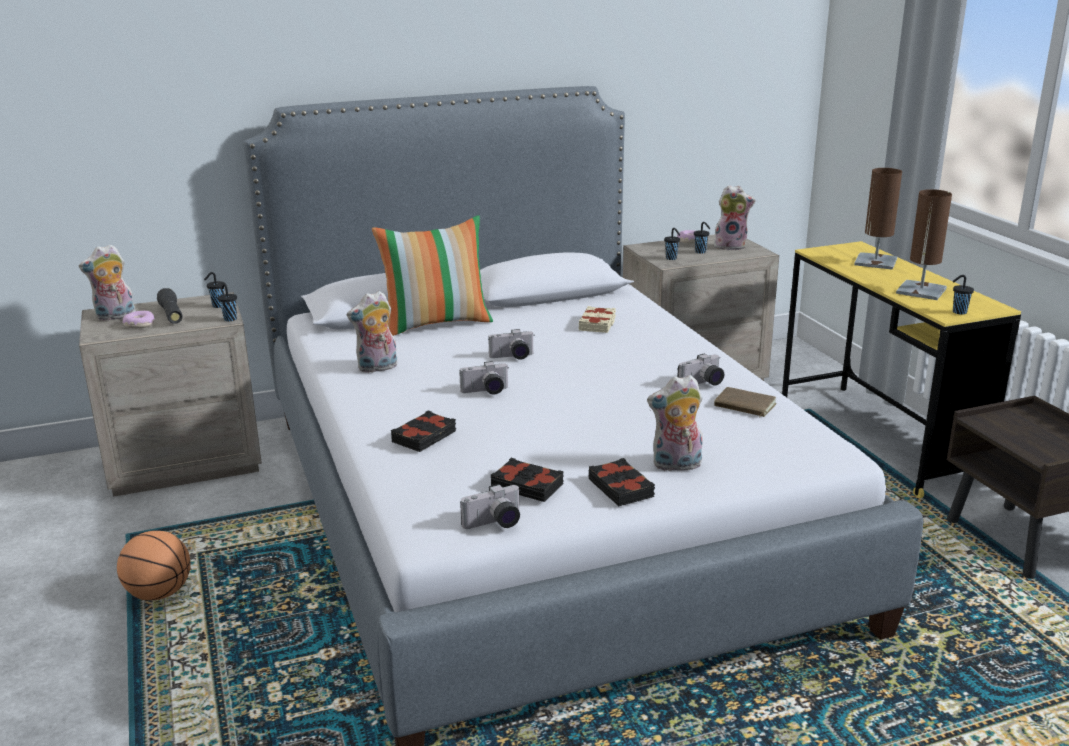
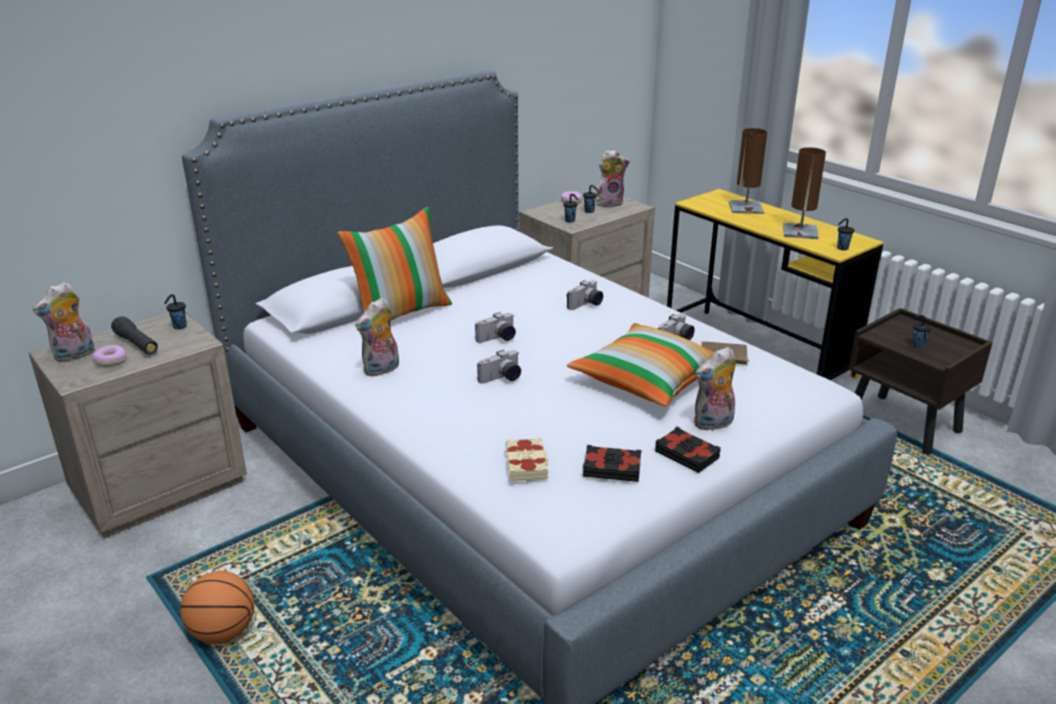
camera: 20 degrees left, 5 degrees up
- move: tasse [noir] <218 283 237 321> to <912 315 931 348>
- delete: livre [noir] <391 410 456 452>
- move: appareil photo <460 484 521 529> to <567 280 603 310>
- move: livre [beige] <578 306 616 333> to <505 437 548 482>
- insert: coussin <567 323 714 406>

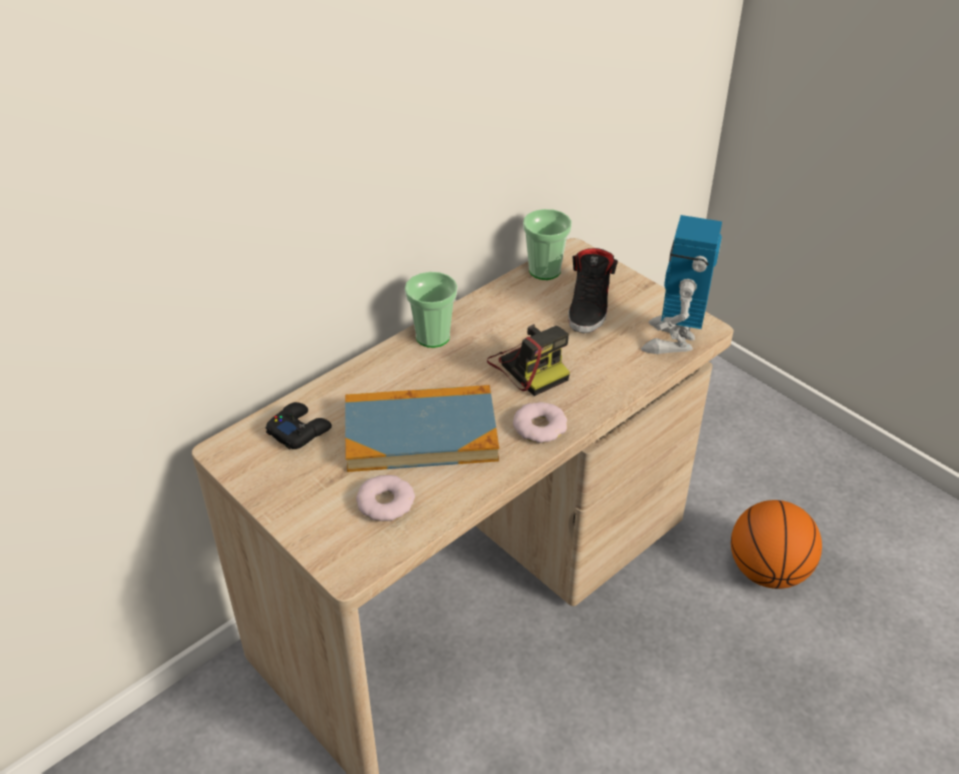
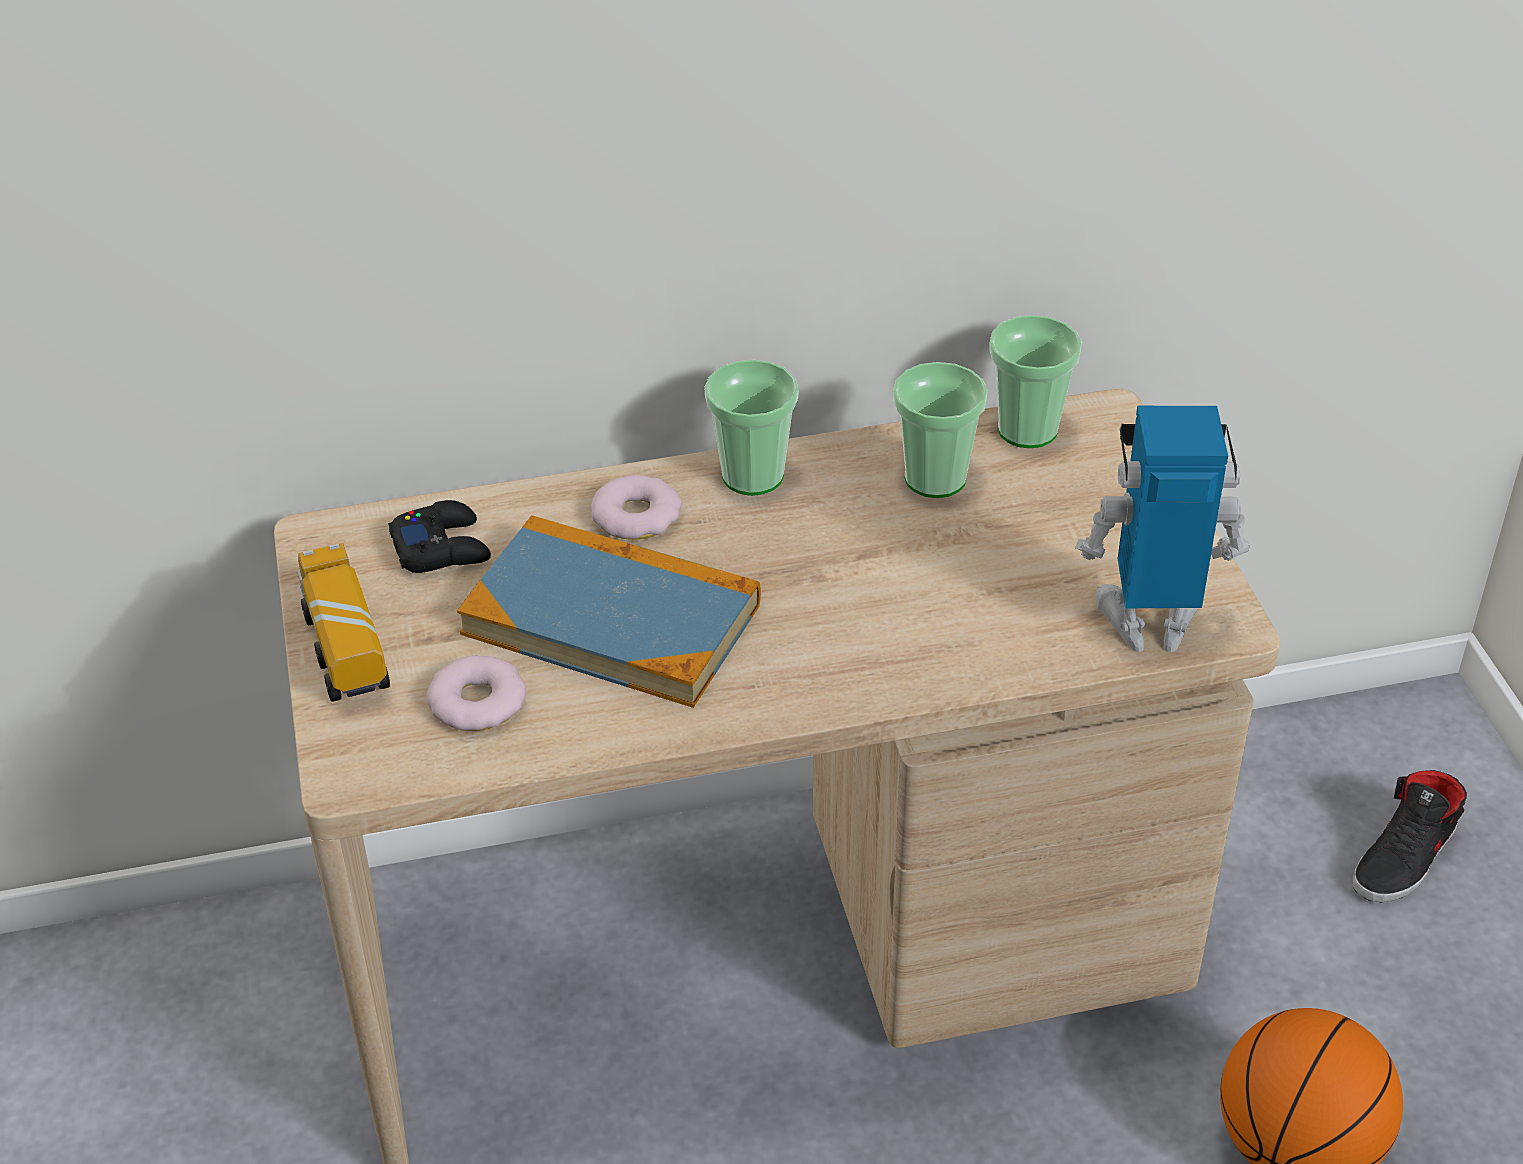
camera: 30 degrees right, 0 degrees up
- delete: appareil photo <487 324 570 396>
- move: beignet <513 402 567 443> to <591 475 682 540>
- move: chaussure [noir] <568 248 618 333> to <1353 770 1467 903>
- rotate: robot jouet <641 215 722 354> = <1075 406 1250 652> 45 degrees clockwise
- insert: camion jouet <297 543 390 702>
- insert: tasse <893 362 987 498>

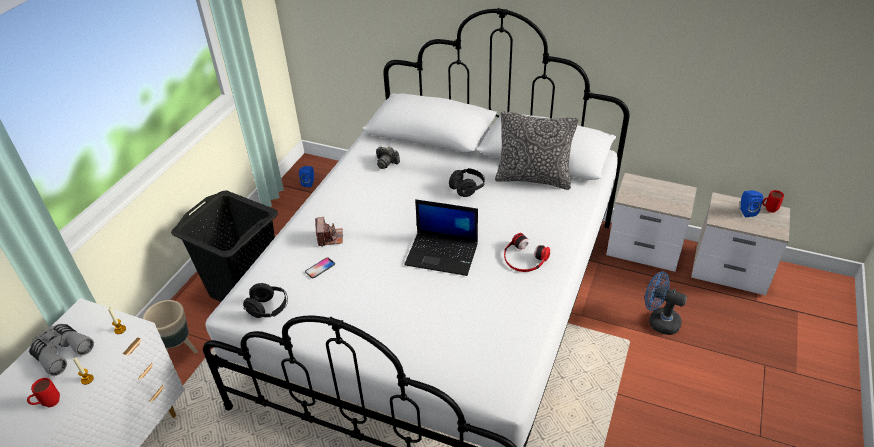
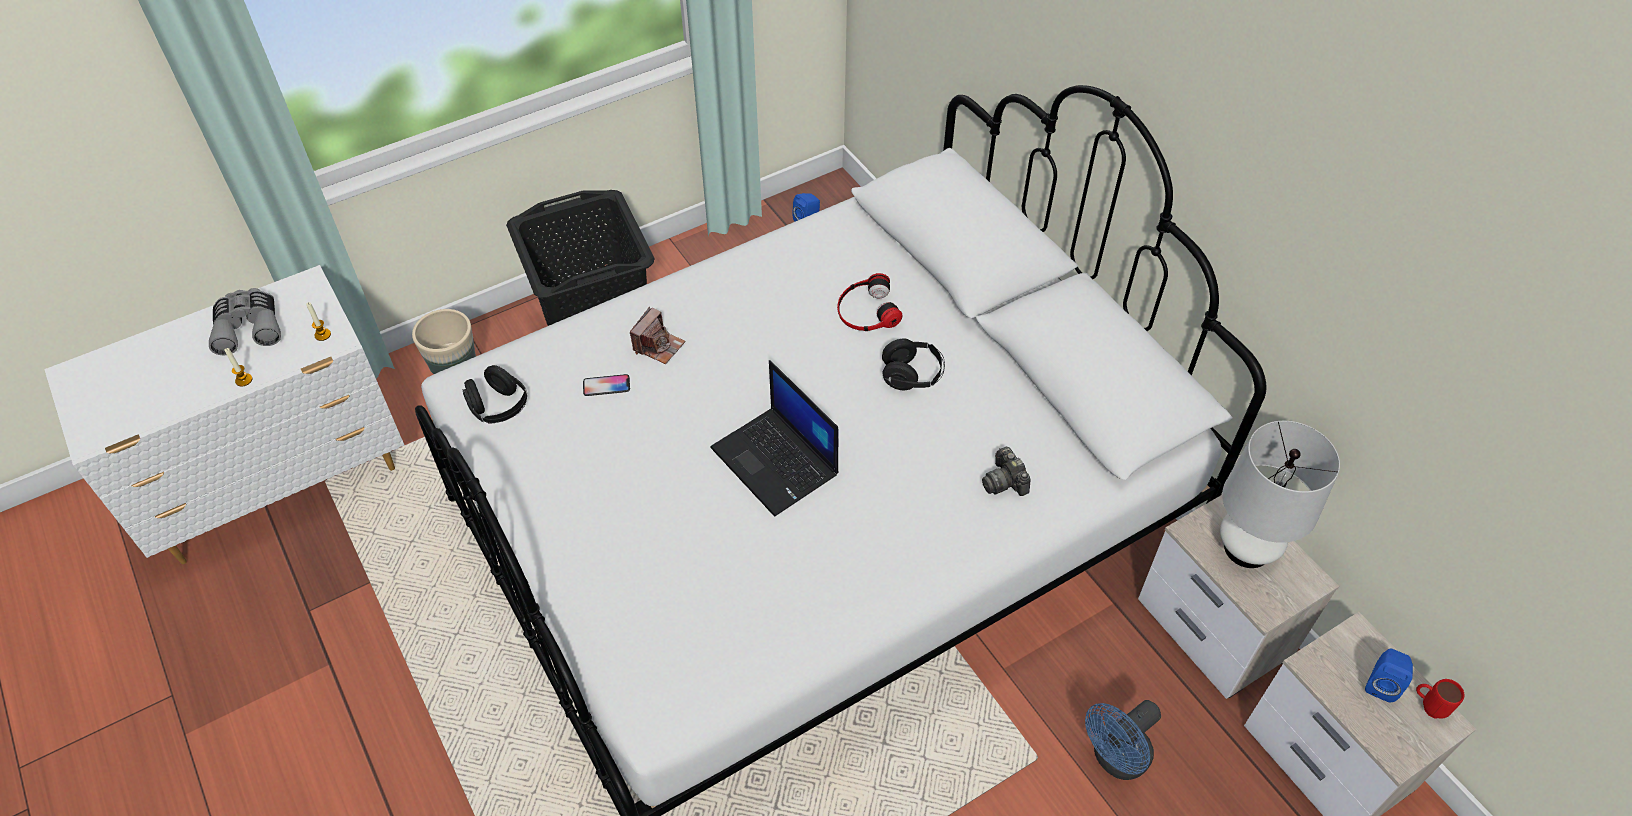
camera: 35 degrees right, 10 degrees up
- delete: mug [rouge] <27 378 60 407>
- move: appareil photo <376 146 400 169> to <982 447 1031 496>
- delete: coussin <495 111 579 190>
- move: casque audio <504 233 550 272> to <837 273 902 331>
- rotate: ventilateur [bleu] <645 271 687 335> = <1085 700 1161 780> 105 degrees counterclockwise
- insert: lampe de table [blanc] <1220 421 1340 568>

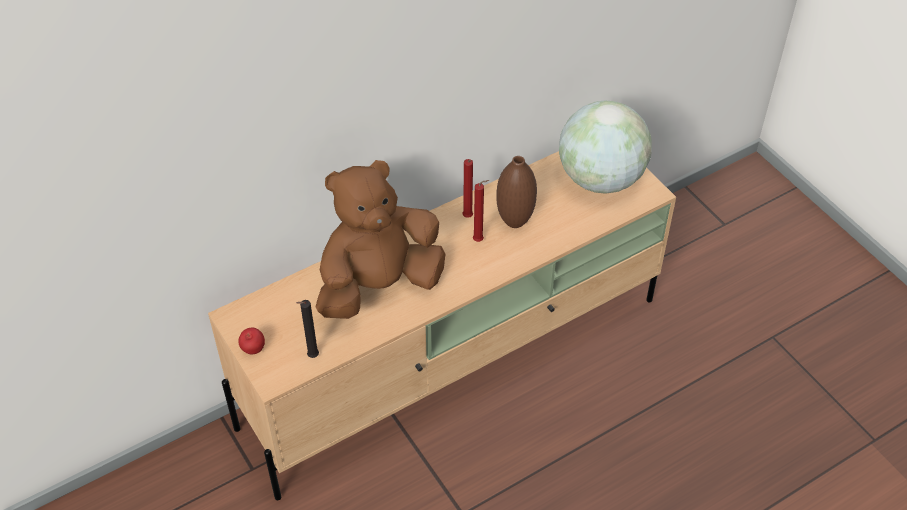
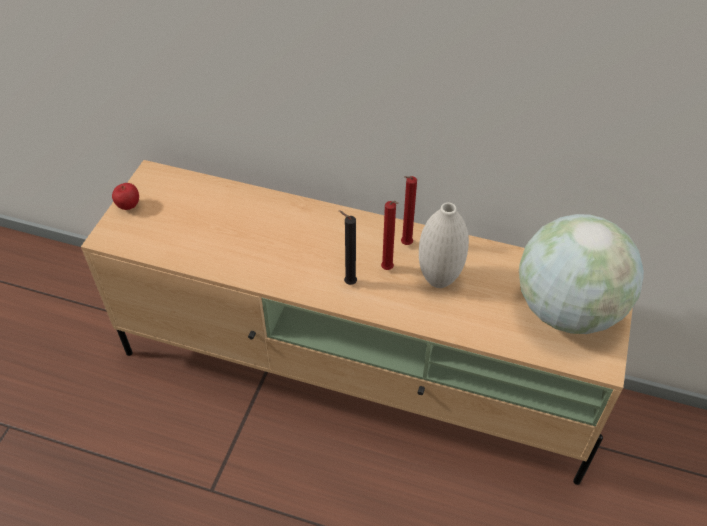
camera: 50 degrees right, 0 degrees up
- move: bougie [noir] <296 300 319 358> to <338 210 357 285>
- delete: peluche [marron] <315 160 445 319>
- recolor: vase [marron] <496 156 537 228> to vase [blanc] <419 202 469 288>

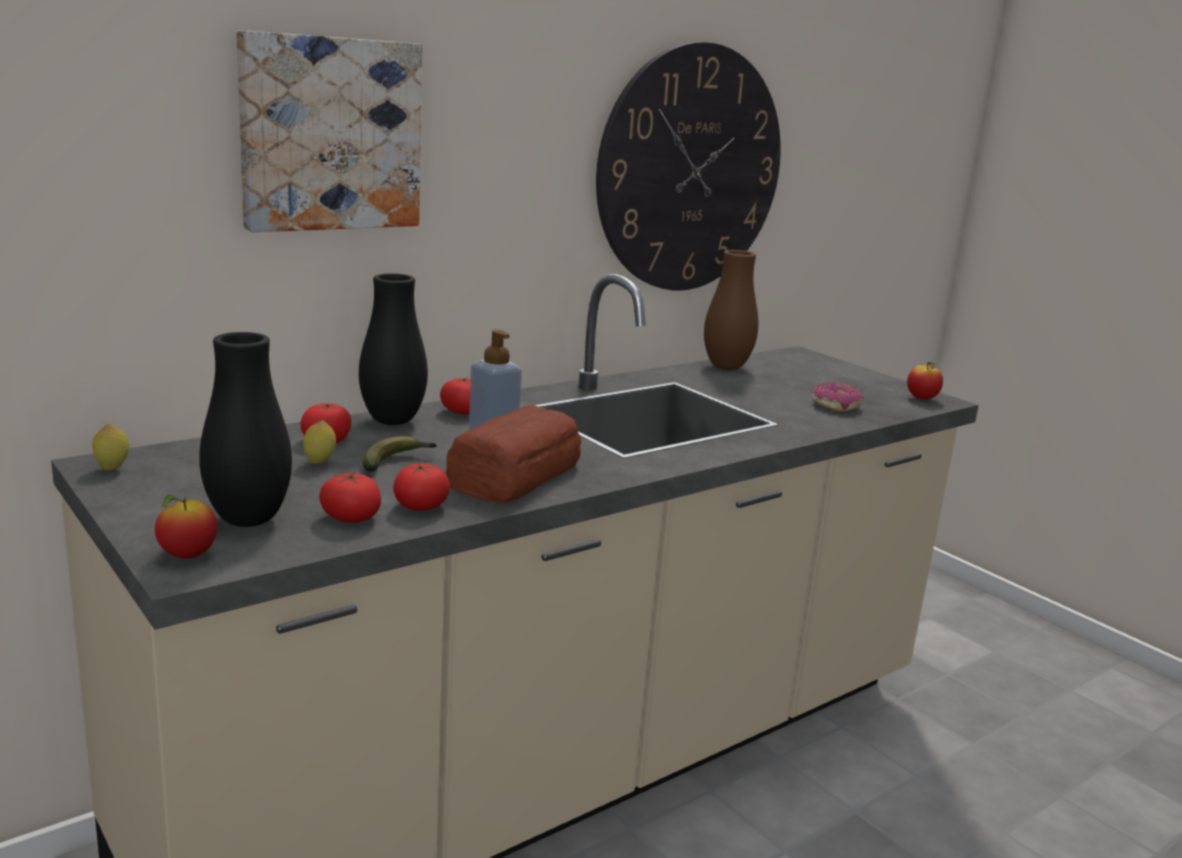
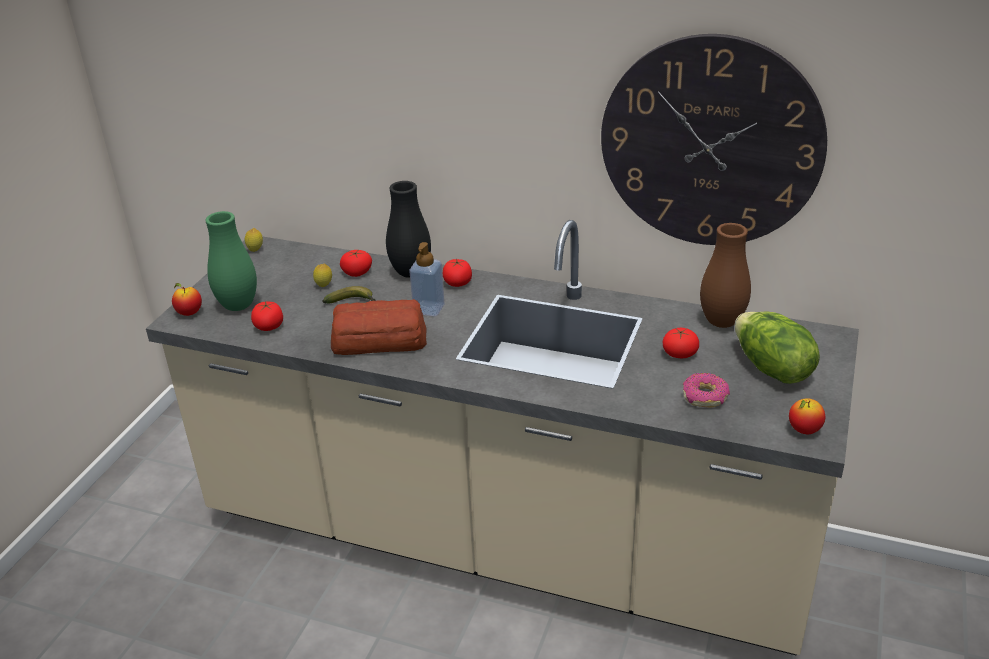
camera: 60 degrees right, 15 degrees up
- recolor: vase [noir] <199 332 292 527> to vase [vert] <205 211 257 311>
- delete: tableau <237 30 422 232>
- move: tomate <393 463 450 511> to <663 328 699 358>
- insert: laitue <735 311 820 384>

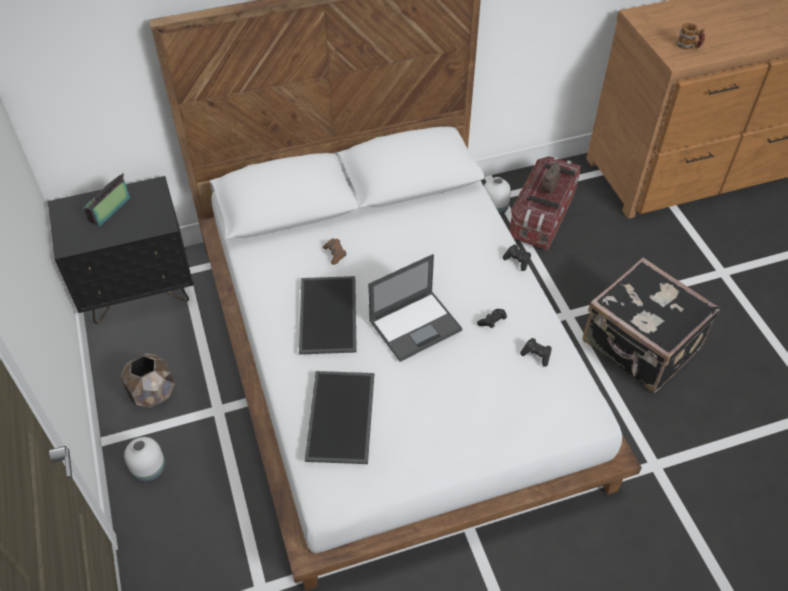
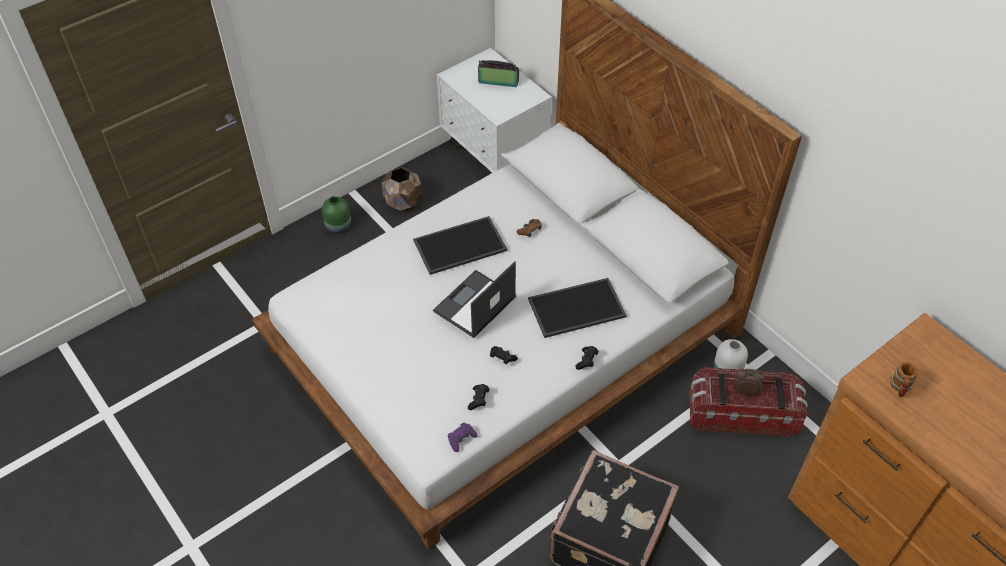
camera: 70 degrees right, 0 degrees up
- recolor: table de chevet [noir] <48 176 193 324> to table de chevet [blanc] <437 48 552 173>
- recolor: vase [blanc] <124 437 165 482> to vase [vert] <322 196 351 234>
- move: plateau <305 371 374 464> to <528 278 627 338>
- rotate: ordinateur portable <368 254 463 362> = <433 261 516 338> 90 degrees clockwise
- insert: manette [violet] <448 423 478 452>

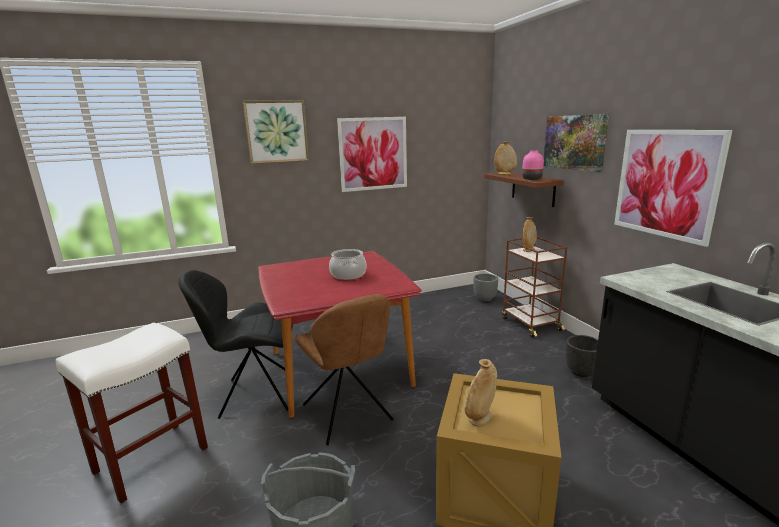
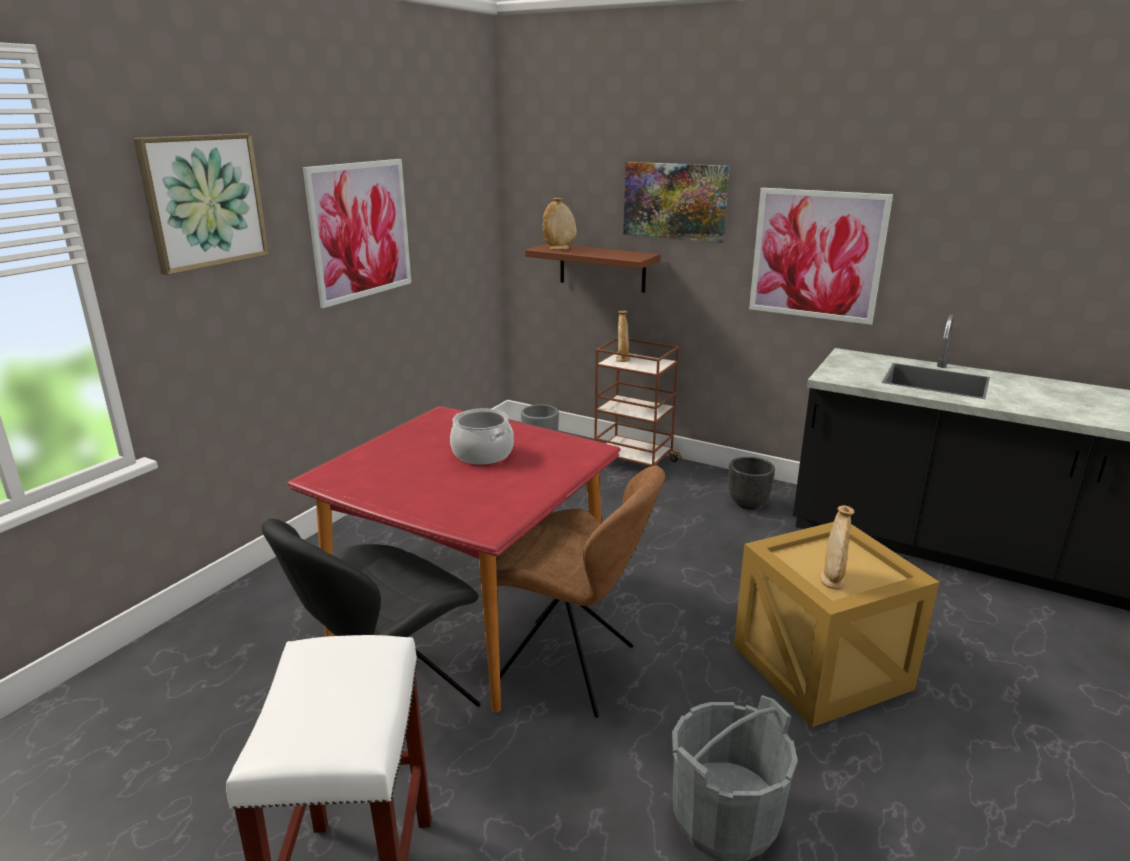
camera: 40 degrees left, 5 degrees up
- delete: vase [rose] <522 150 544 180>

